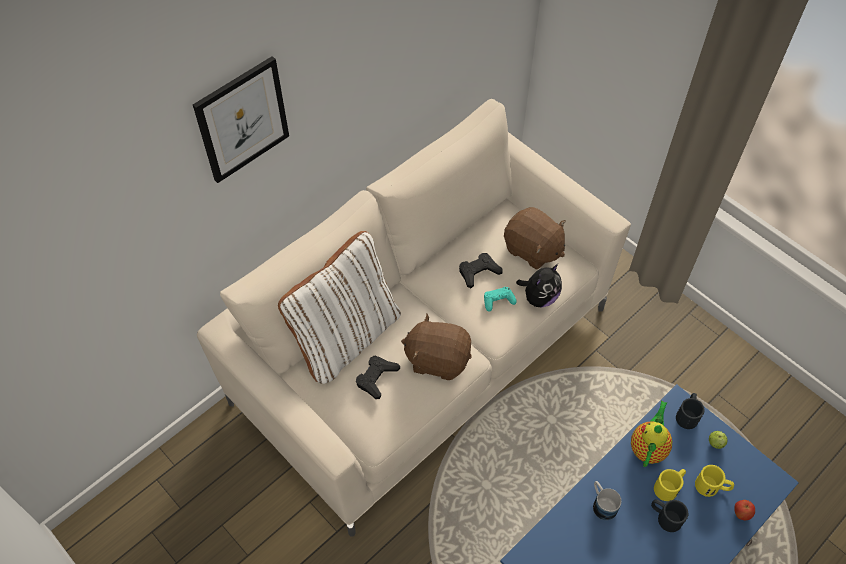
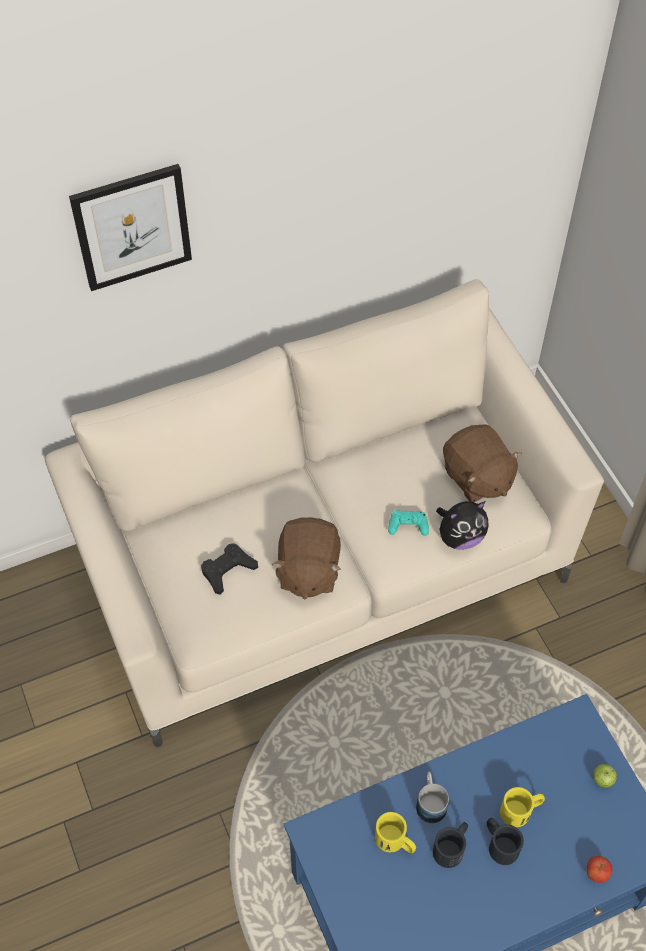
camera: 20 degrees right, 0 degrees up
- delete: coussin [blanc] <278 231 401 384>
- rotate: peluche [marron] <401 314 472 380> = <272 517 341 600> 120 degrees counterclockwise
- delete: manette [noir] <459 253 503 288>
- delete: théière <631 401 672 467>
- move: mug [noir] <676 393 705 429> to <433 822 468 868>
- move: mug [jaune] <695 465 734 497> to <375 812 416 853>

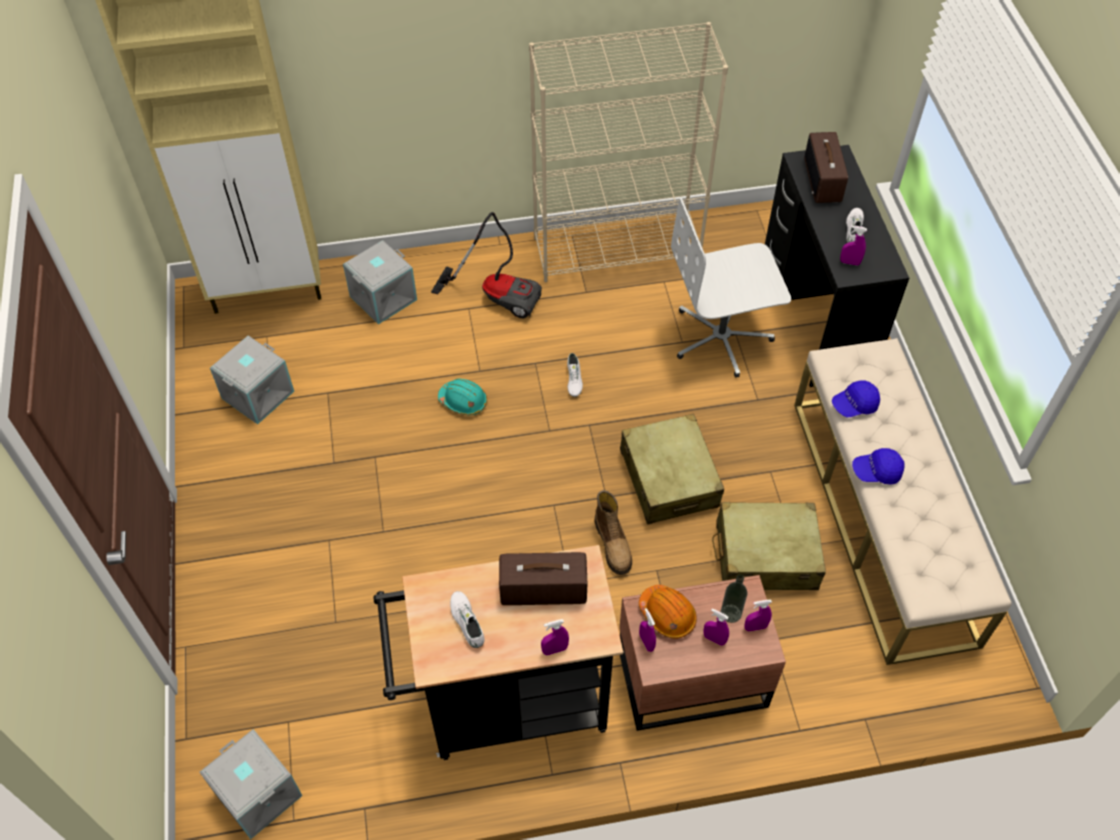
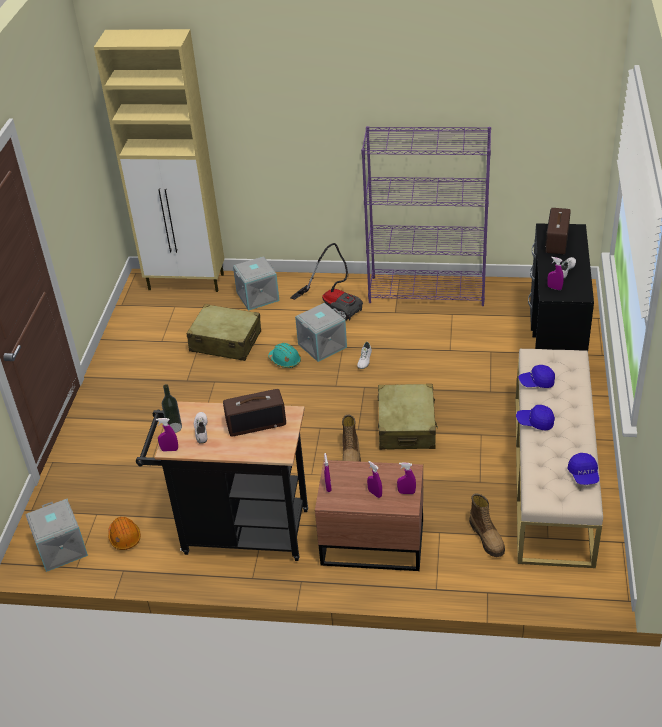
camera: 20 degrees right, 15 degrees down
- move: boîte de rangement [gris] <210 335 294 424> to <295 303 347 362>
- rotate: radio <499 552 587 605> = <223 389 286 437> 150 degrees clockwise
- recolor: bibliothèque [beige] <529 22 728 282> to bibliothèque [violet] <361 126 491 306>
- move: vaporisateur [violet] <541 619 569 655> to <156 418 178 452>
- move: casque de chantier [orange] <639 585 697 639> to <108 517 141 550>
- delete: chaise de bureau [blanc] <671 197 791 378>
- move: valise [beige] <712 502 826 590> to <187 304 261 361>
- move: bouteille <721 574 747 623> to <162 384 182 433>
- insert: botte <469 493 505 557>
- insert: casquette [bleu] <568 453 599 485>

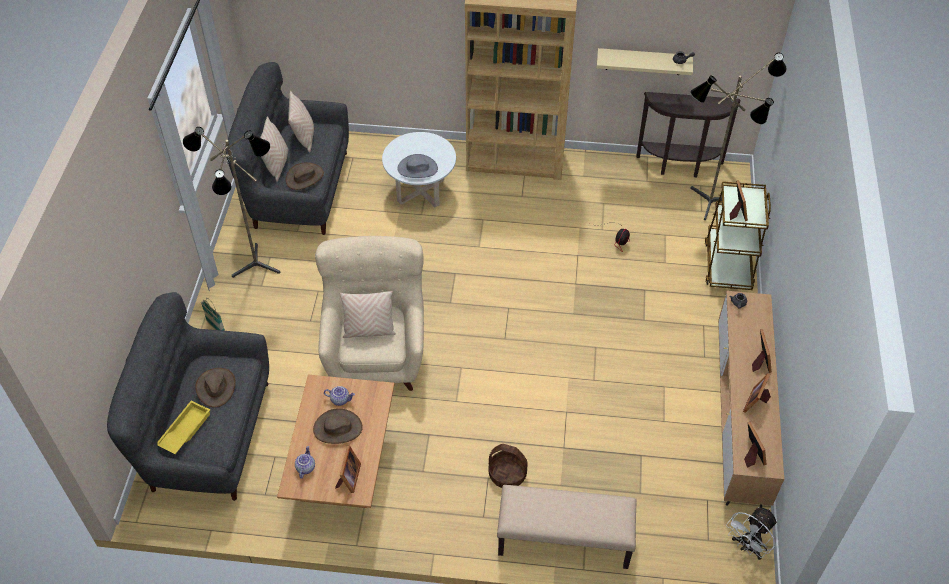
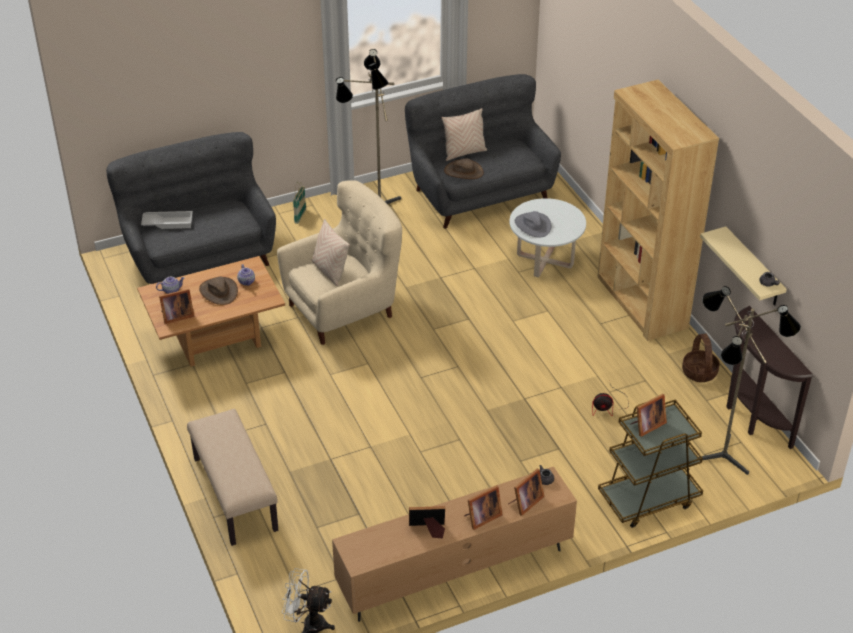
camera: 60 degrees right, 10 degrees down
- recolor: plateau [jaune] <158 401 210 454> to plateau [blanc] <141 211 193 229>
- delete: chapeau [marron] <195 368 236 407>
- delete: coussin [beige] <288 90 314 153>
- move: panier <489 444 528 488> to <682 334 720 382>
- move: cadre photo <744 422 766 468> to <509 468 544 516>

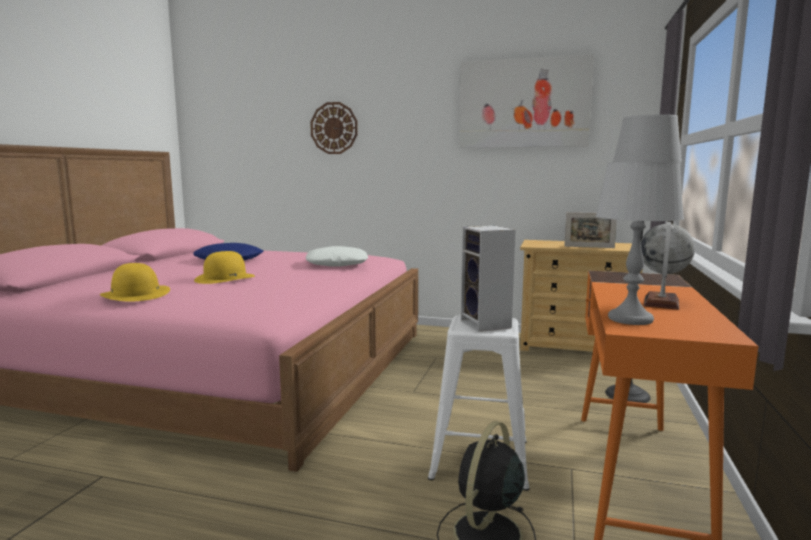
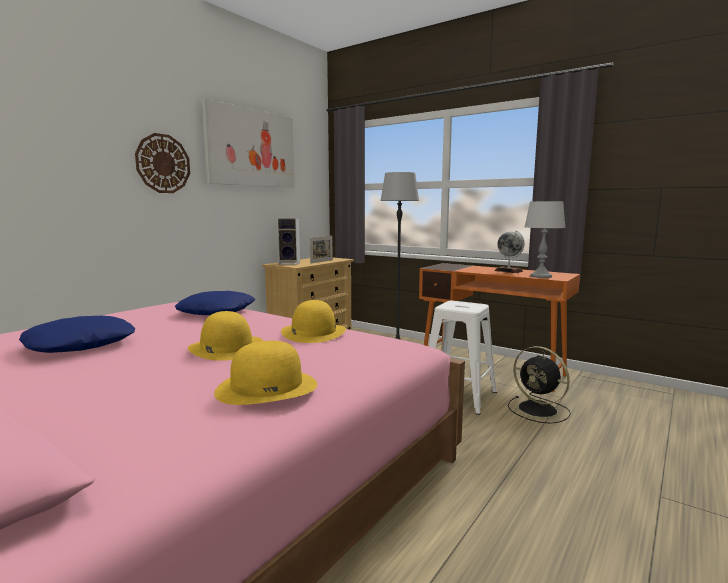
camera: 70 degrees left, 0 degrees up
- recolor: coussin [blanc] <306 246 368 267> to coussin [bleu] <175 291 255 315>
- move: horloge murale <310 102 358 154> to <135 133 190 193>
- move: enceinte <461 226 516 332> to <277 218 300 265>
- insert: chapeau [jaune] <281 300 346 343>

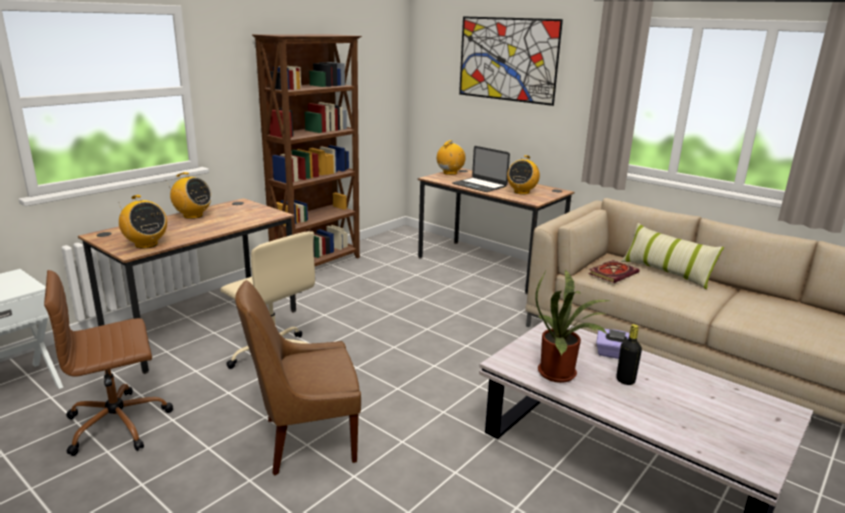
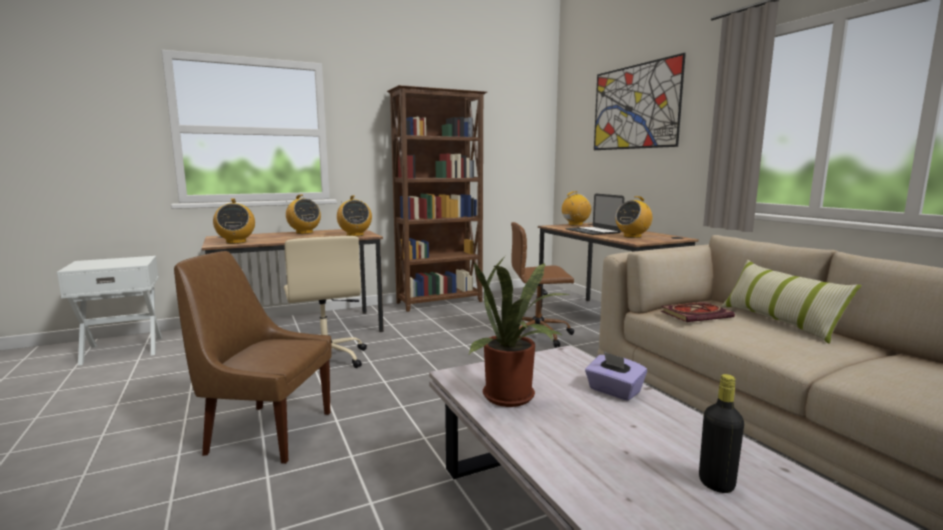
camera: 25 degrees right, 10 degrees down
- move: chaise de bureau [marron] <44 270 173 456> to <511 222 574 348>
- move: bouteille [noir] <616 324 642 385> to <699 374 744 493>
- insert: radio <337 195 372 236>

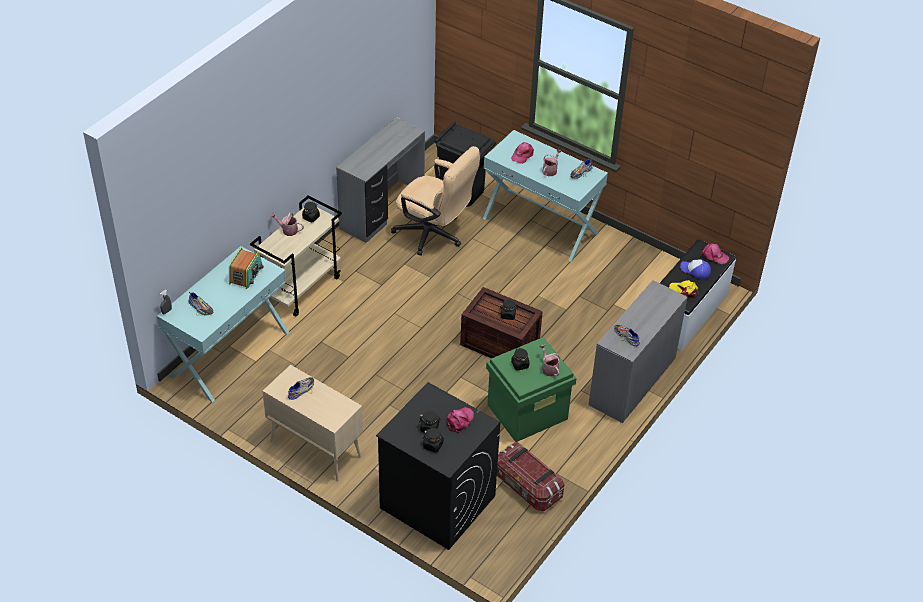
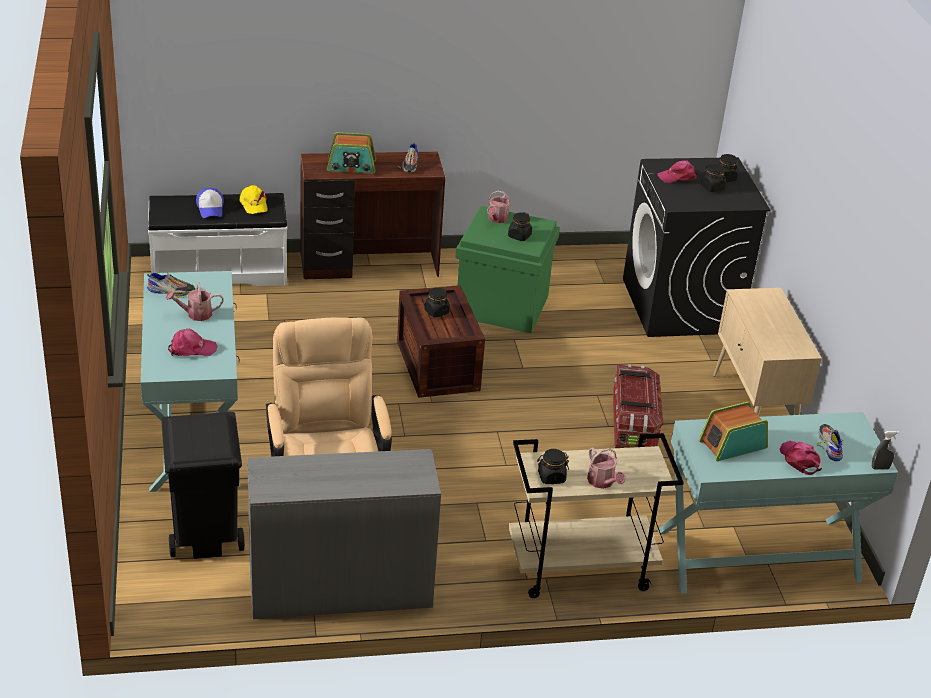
camera: 135 degrees left, 10 degrees down
- delete: chaussure <288 377 314 400>
- move: boîte de rangement <497 442 565 511> to <613 364 663 448>
- recolor: bureau [gris] <588 280 688 423> to bureau [marron] <300 152 445 280>
- move: casquette [rose] <701 243 730 264> to <780 441 822 475>
- insert: radio <327 132 376 173>

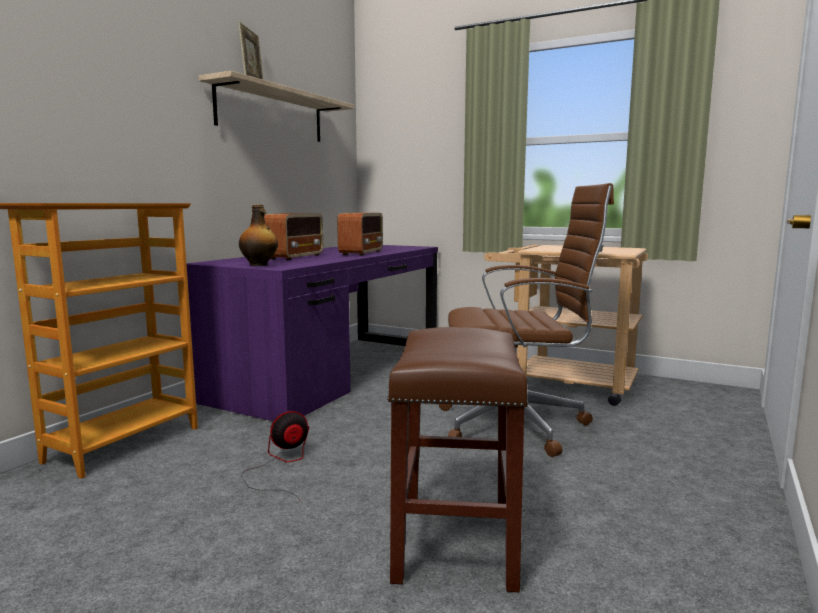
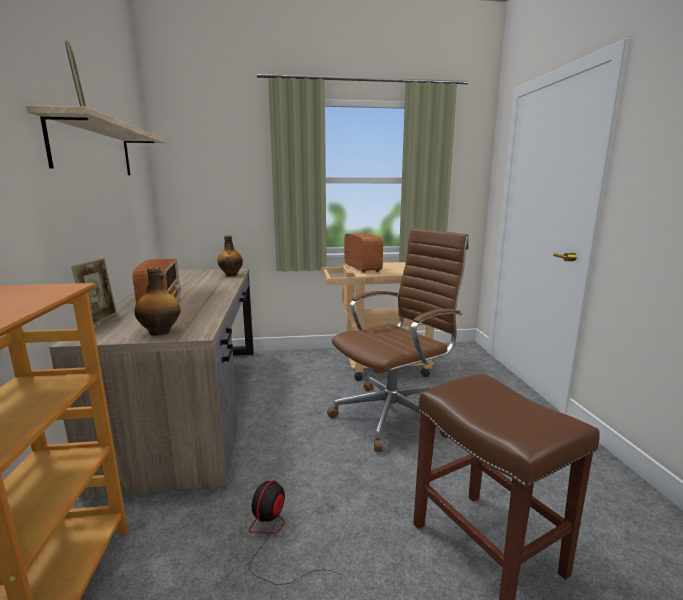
camera: 35 degrees left, 5 degrees up
- recolor: bureau [violet] <186 245 438 421> to bureau [marron] <49 268 254 498>
- move: radio <337 213 383 256> to <345 233 383 273>
- insert: cadre photo <71 258 117 325>
- insert: bouteille <217 235 243 276>

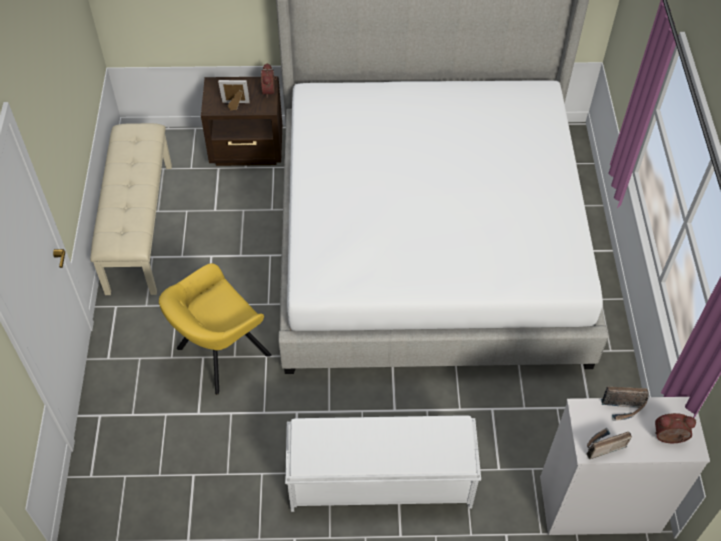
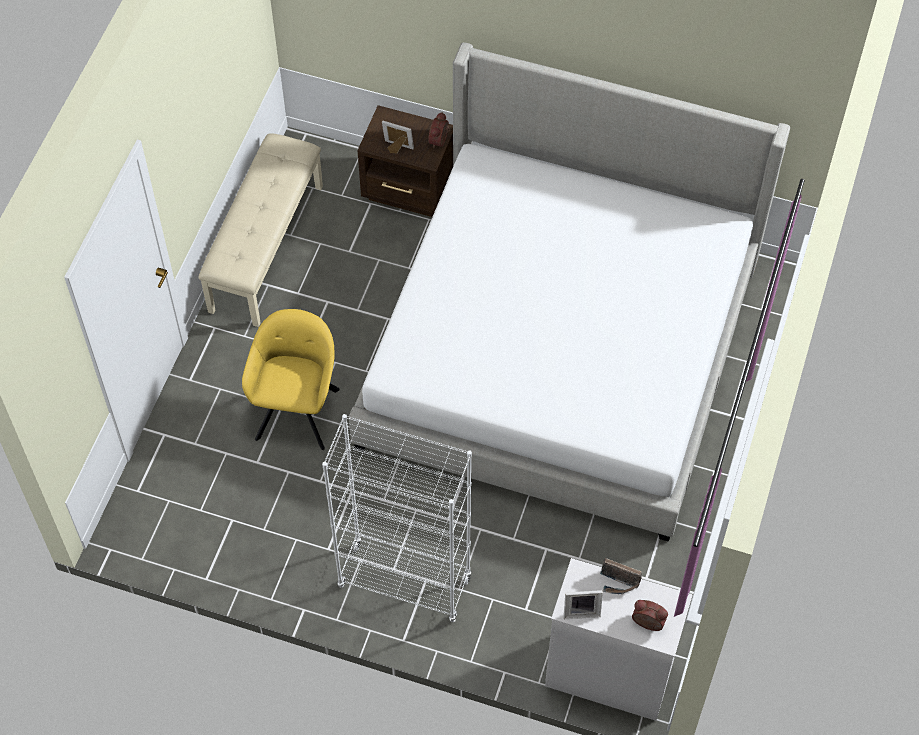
camera: 20 degrees right, 5 degrees up
- rotate: fauteuil [jaune] <159 263 272 395> = <242 309 340 450> 120 degrees clockwise
- replace: banc [blanc] <285 415 481 512> to bibliothèque [blanc] <322 414 472 622>
- replace: radio <586 428 632 459> to cadre photo <564 590 603 619>

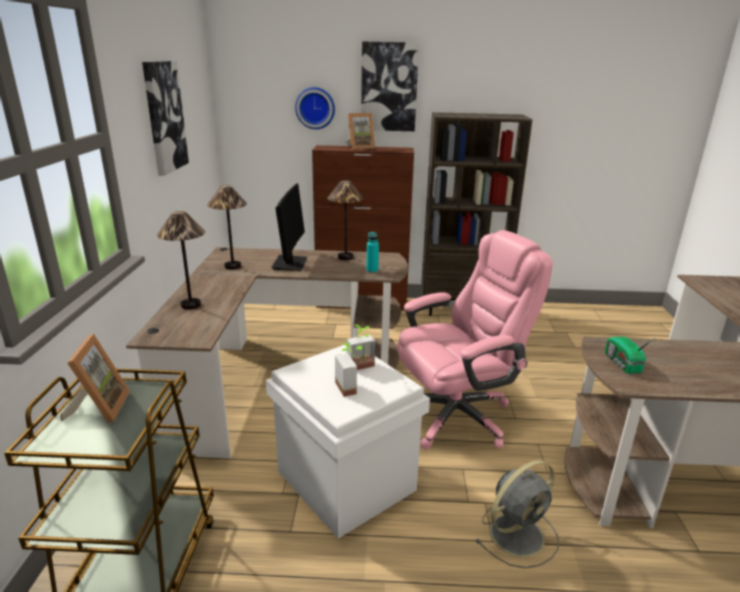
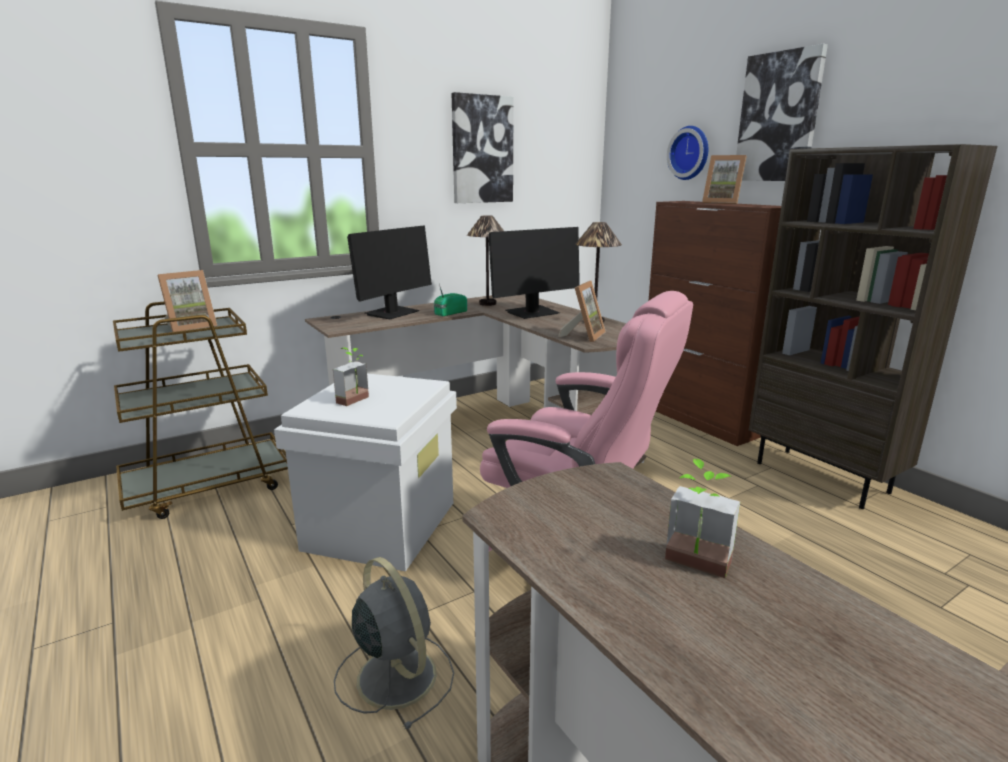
camera: 55 degrees right, 5 degrees down
- replace: lampe de table <157 211 205 309> to écran d'ordinateur <347 225 432 319>
- move: plante en pot <347 325 375 370> to <665 459 740 578>
- replace: bouteille [turquoise] <366 232 379 273> to cadre photo <558 280 606 342>
- rotate: ventilateur [gris] <475 460 559 568> = <334 557 454 730> 150 degrees counterclockwise
- move: radio <605 337 655 374> to <434 284 467 316>

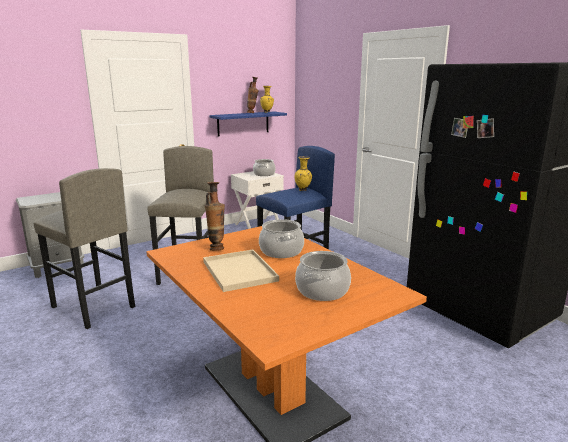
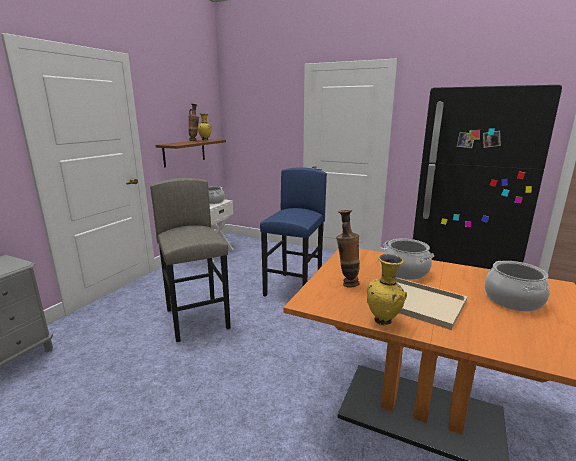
camera: 30 degrees left, 0 degrees up
- delete: tabouret [gris] <34 168 135 329>
- recolor: étagère [bleu] <209 111 287 136> to étagère [marron] <155 139 226 167>
- move: vase [jaune] <294 156 312 191> to <367 254 407 326>

